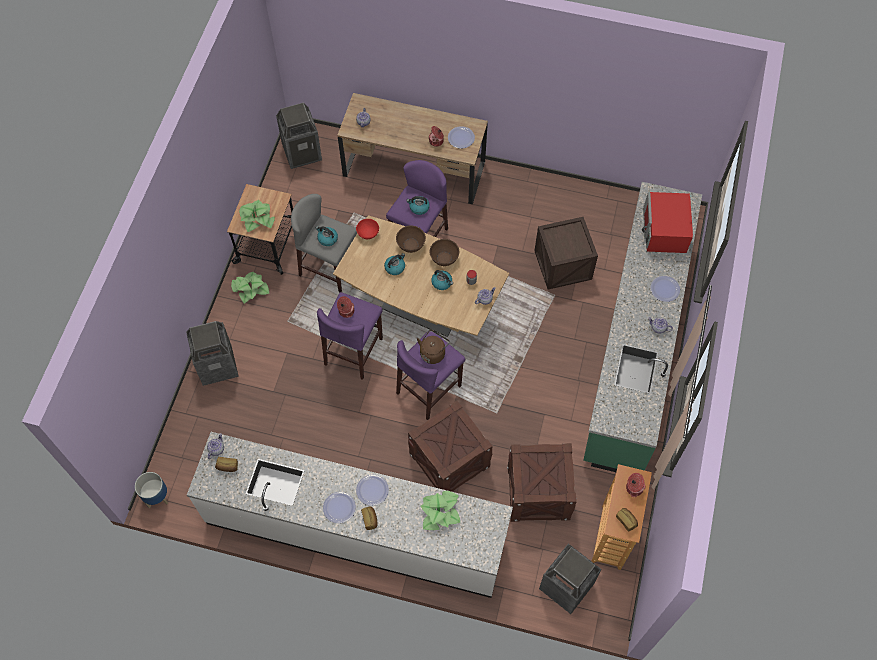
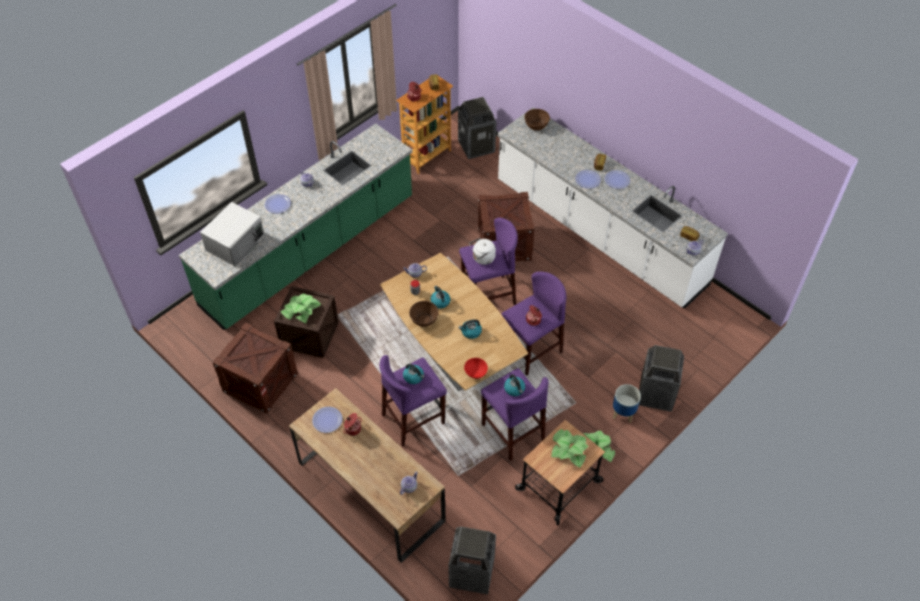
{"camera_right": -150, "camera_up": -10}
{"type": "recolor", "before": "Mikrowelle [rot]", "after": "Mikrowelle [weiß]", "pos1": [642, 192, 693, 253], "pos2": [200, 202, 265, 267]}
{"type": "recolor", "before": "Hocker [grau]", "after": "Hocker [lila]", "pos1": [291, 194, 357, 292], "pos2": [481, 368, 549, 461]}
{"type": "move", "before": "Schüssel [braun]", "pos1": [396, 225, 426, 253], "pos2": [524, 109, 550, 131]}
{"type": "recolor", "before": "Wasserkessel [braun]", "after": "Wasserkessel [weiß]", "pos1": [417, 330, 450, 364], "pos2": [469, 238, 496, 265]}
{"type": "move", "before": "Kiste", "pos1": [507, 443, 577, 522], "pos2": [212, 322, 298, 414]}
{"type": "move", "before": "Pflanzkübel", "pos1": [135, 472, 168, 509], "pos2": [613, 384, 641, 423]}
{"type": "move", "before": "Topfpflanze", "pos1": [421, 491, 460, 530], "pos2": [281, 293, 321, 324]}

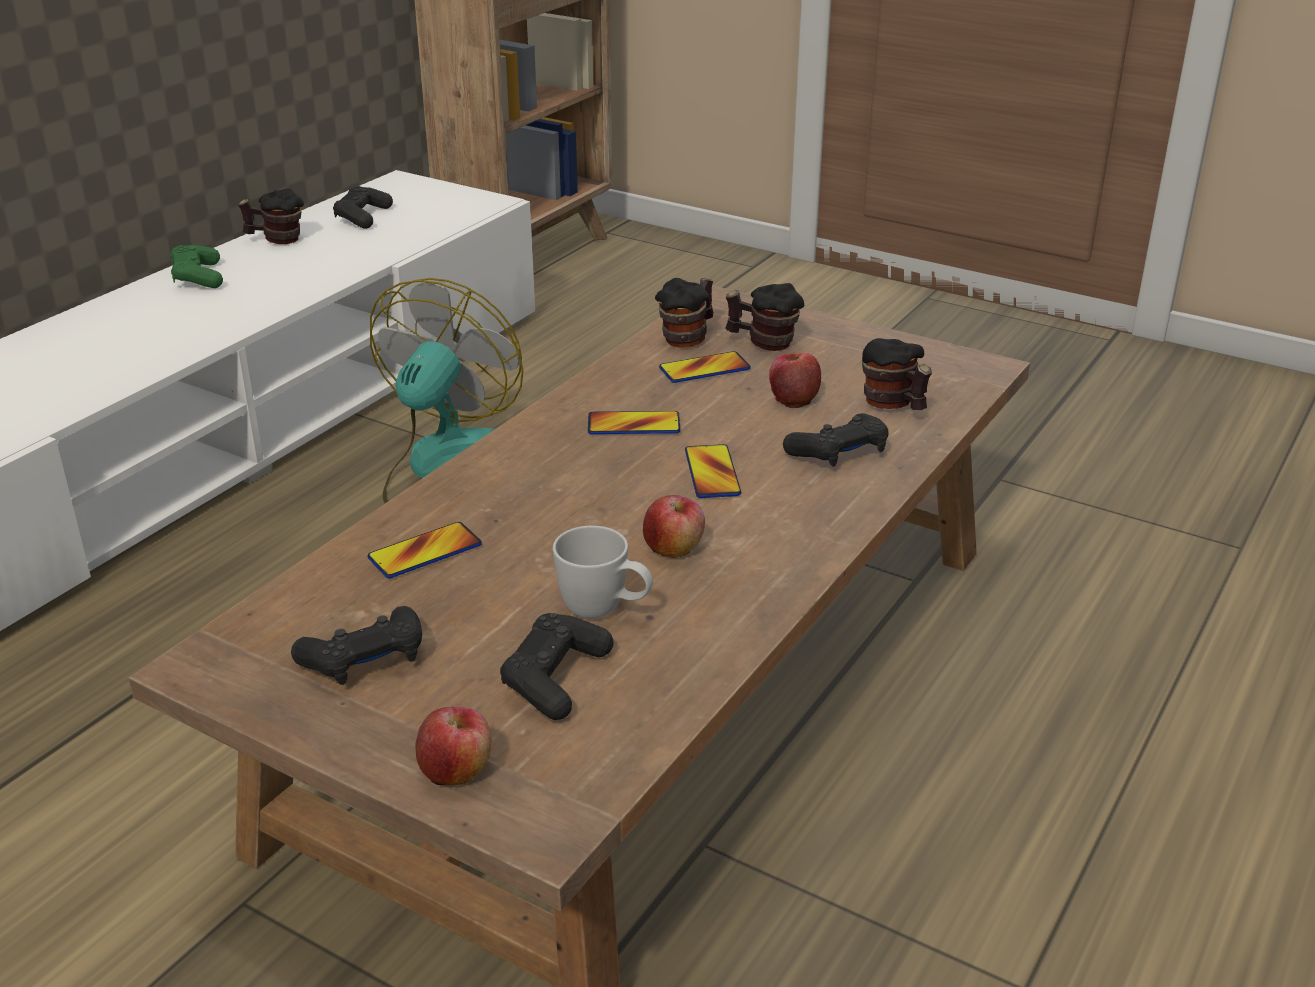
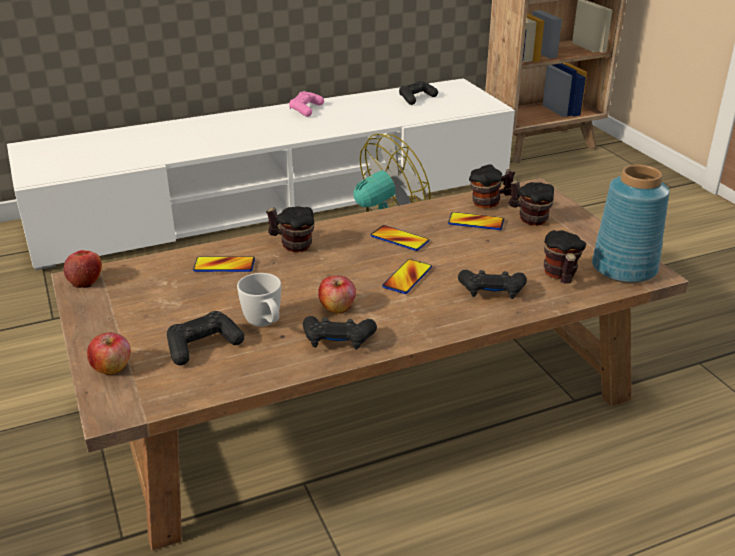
{"camera_right": 35, "camera_up": 0}
{"type": "move", "before": "Henkelbecher", "pos1": [238, 188, 304, 244], "pos2": [266, 206, 314, 252]}
{"type": "recolor", "before": "Gamepad [grün]", "after": "Gamepad [rosa]", "pos1": [170, 245, 223, 288], "pos2": [289, 91, 324, 117]}
{"type": "move", "before": "Apfel", "pos1": [769, 353, 821, 408], "pos2": [64, 250, 102, 288]}
{"type": "move", "before": "Gamepad [schwarz]", "pos1": [291, 606, 422, 685], "pos2": [303, 316, 377, 350]}
{"type": "insert", "after": "Vase [blau]", "pos2": [592, 165, 670, 283]}

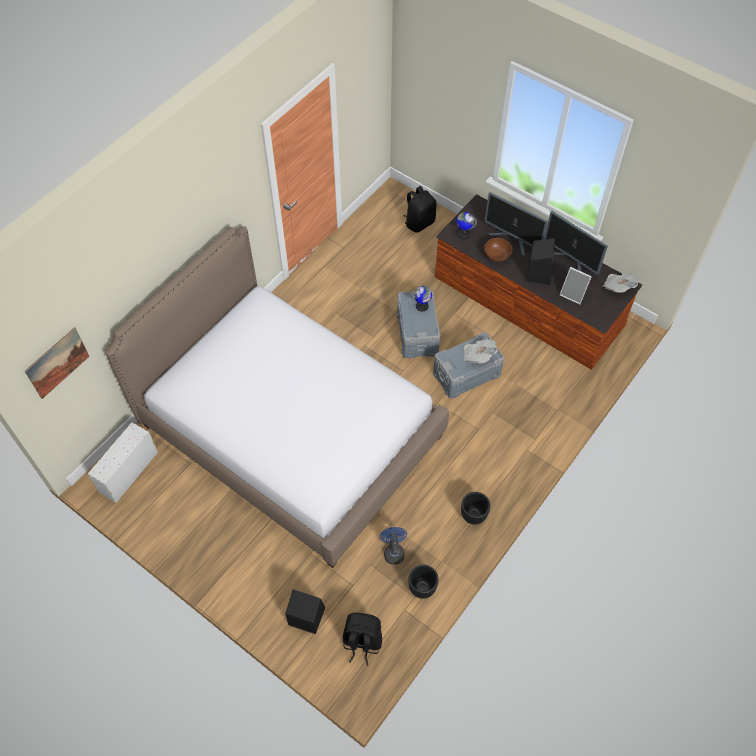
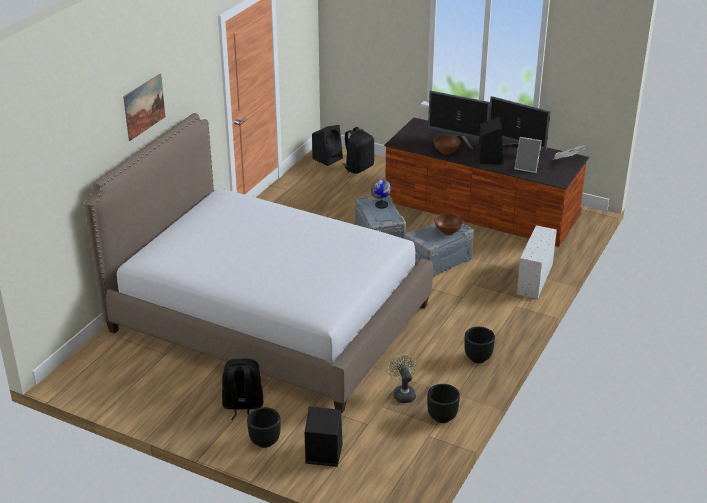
{"camera_right": -10, "camera_up": -25}
{"type": "delete", "before": "Globus", "pos1": [456, 212, 477, 239]}
{"type": "move", "before": "Bild", "pos1": [25, 327, 89, 399], "pos2": [123, 74, 166, 141]}
{"type": "replace", "before": "Zeitung", "after": "Schüssel [braun]", "pos1": [464, 339, 497, 364], "pos2": [434, 213, 463, 235]}
{"type": "move", "before": "Aufbewahrungsbox [weiß]", "pos1": [88, 422, 158, 503], "pos2": [517, 225, 557, 299]}
{"type": "recolor", "before": "Ventilator [blau]", "after": "Ventilator [beige]", "pos1": [380, 527, 407, 564], "pos2": [388, 354, 416, 403]}
{"type": "move", "before": "Rucksack [schwarz]", "pos1": [343, 613, 382, 665], "pos2": [222, 359, 263, 420]}
{"type": "insert", "after": "Lautsprecher [schwarz]", "pos2": [312, 125, 343, 166]}
{"type": "insert", "after": "Pflanzkübel [schwarz]", "pos2": [247, 407, 281, 448]}

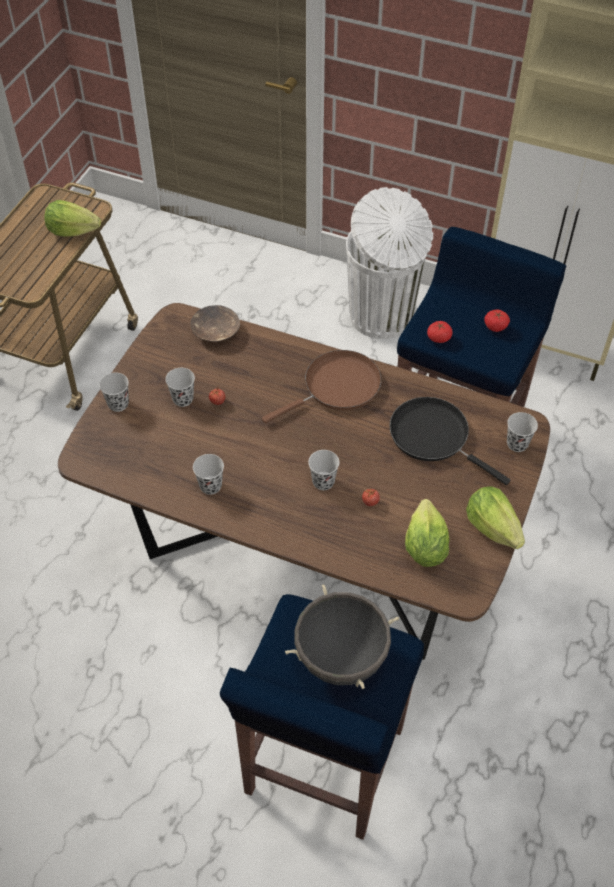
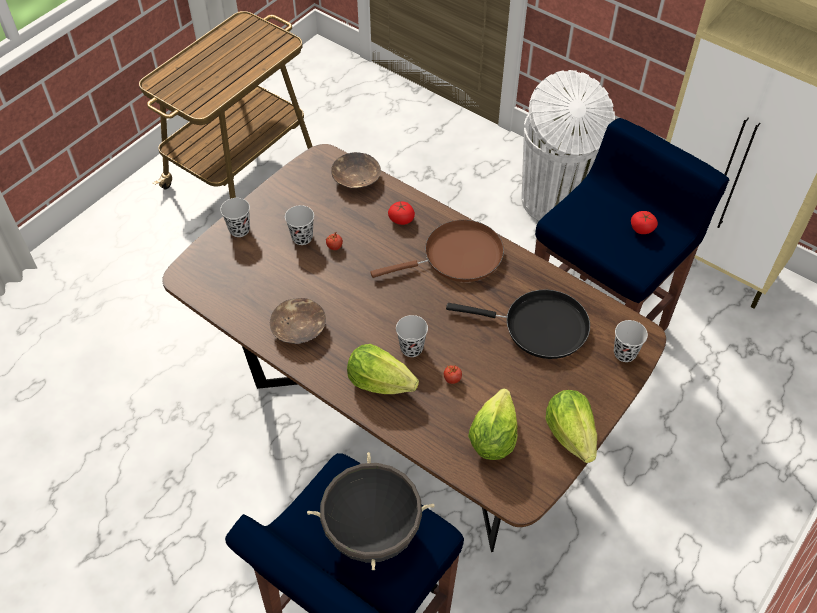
{"camera_right": 15, "camera_up": 0}
{"type": "move", "before": "Salatkopf", "pos1": [45, 200, 101, 237], "pos2": [347, 344, 419, 394]}
{"type": "move", "before": "Tomate", "pos1": [427, 321, 453, 343], "pos2": [388, 201, 415, 225]}
{"type": "rotate", "before": "Pfanne [schwarz]", "pos1": [390, 397, 510, 485], "pos2": [446, 289, 590, 359], "turn": 135}
{"type": "replace", "before": "Tasse [schwarz]", "after": "Schüssel [braun]", "pos1": [193, 454, 224, 495], "pos2": [270, 298, 326, 344]}

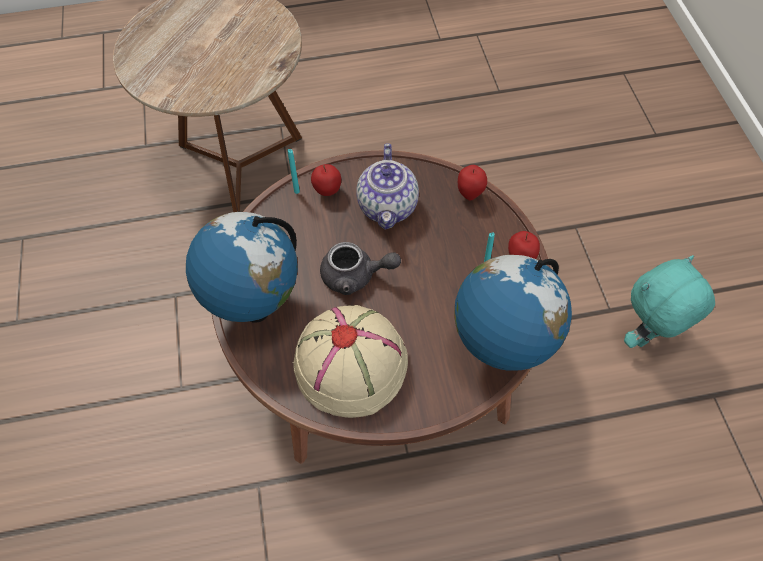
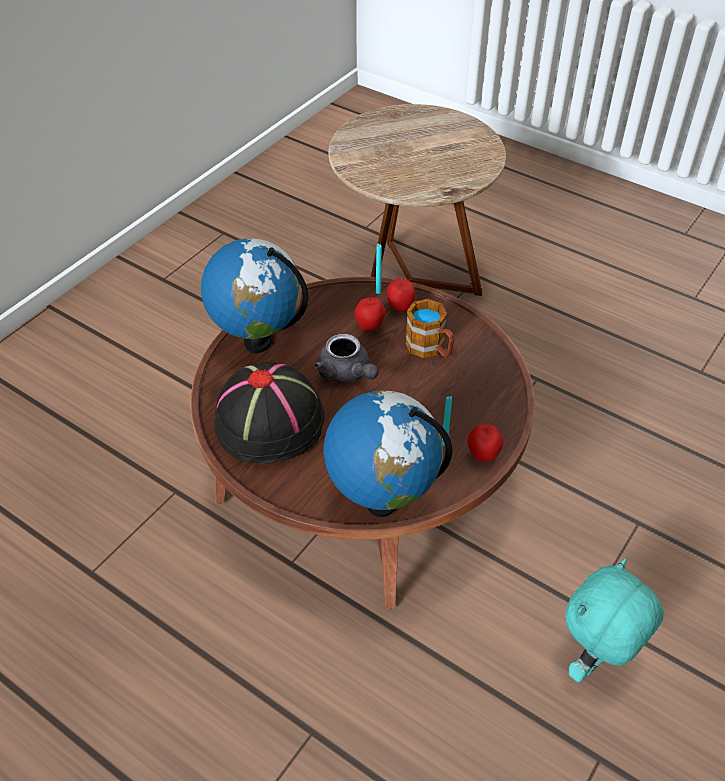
{"camera_right": 45, "camera_up": -10}
{"type": "replace", "before": "Teekanne", "after": "Henkelbecher", "pos1": [356, 143, 419, 230], "pos2": [405, 299, 454, 358]}
{"type": "move", "before": "Apfel", "pos1": [458, 165, 487, 201], "pos2": [355, 297, 386, 331]}
{"type": "rotate", "before": "Plüschtier [türkis]", "pos1": [624, 255, 715, 348], "pos2": [565, 559, 664, 683], "turn": -60}
{"type": "recolor", "before": "Hut [beige]", "after": "Hut [schwarz]", "pos1": [293, 305, 408, 418], "pos2": [214, 362, 325, 464]}

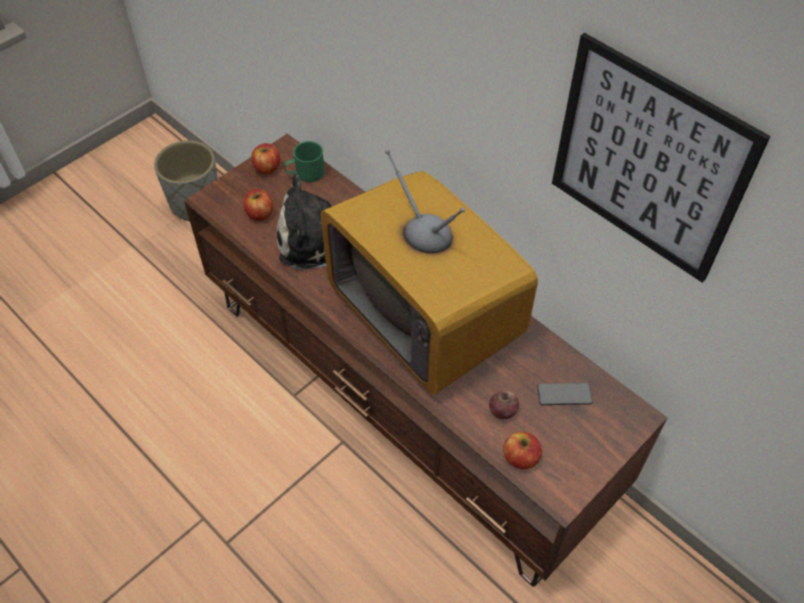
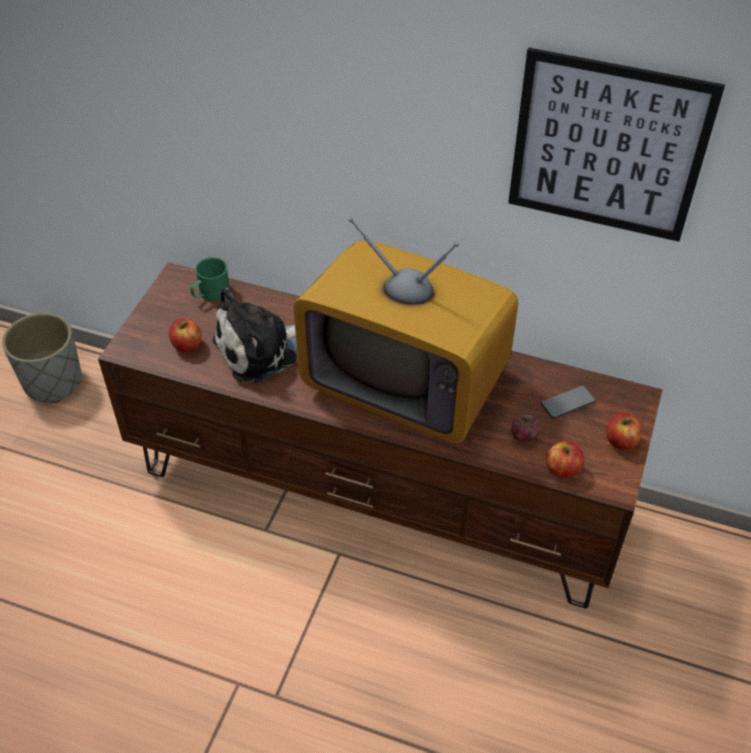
{"camera_right": -25, "camera_up": -5}
{"type": "move", "before": "Apfel", "pos1": [251, 143, 280, 174], "pos2": [606, 412, 642, 450]}

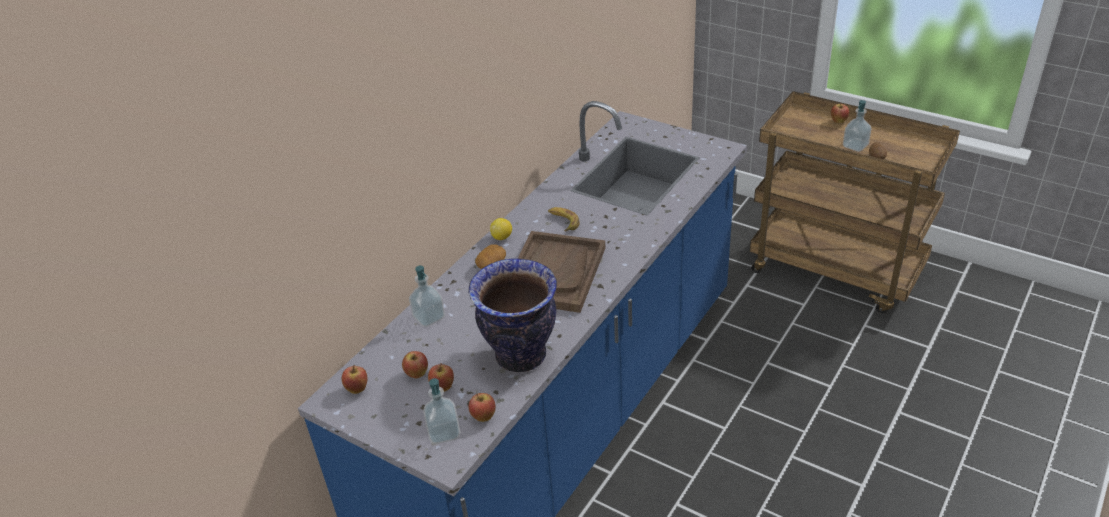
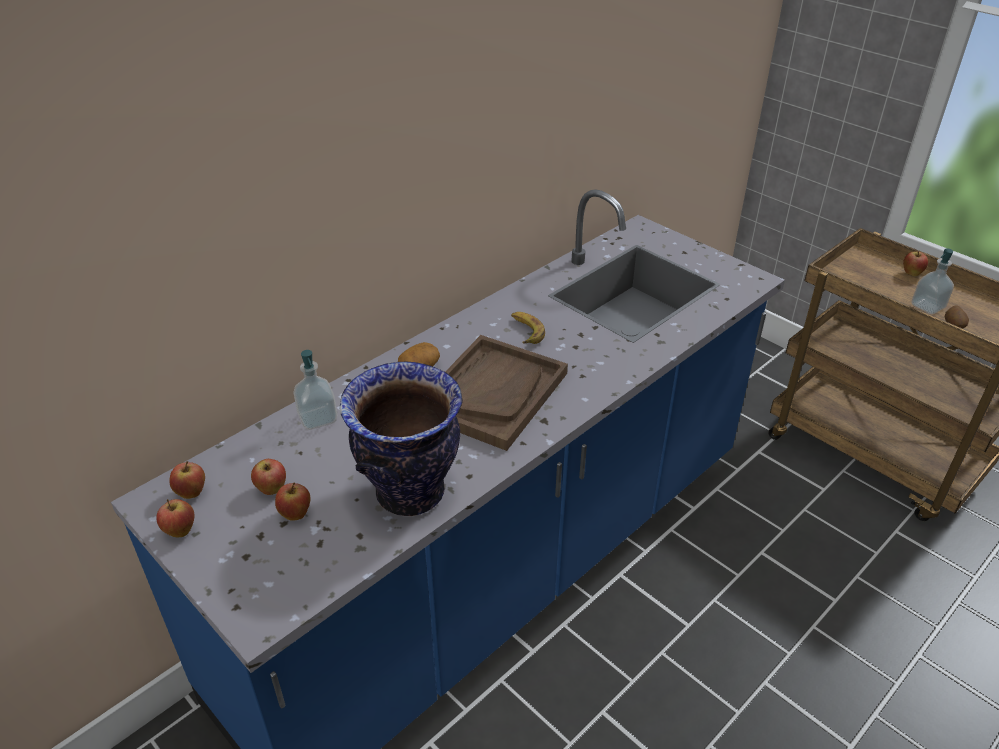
{"camera_right": 10, "camera_up": 0}
{"type": "delete", "before": "Zitrone", "pos1": [490, 218, 512, 240]}
{"type": "delete", "before": "Seifenspender", "pos1": [423, 378, 460, 444]}
{"type": "move", "before": "Apfel", "pos1": [469, 393, 496, 422], "pos2": [156, 499, 194, 537]}

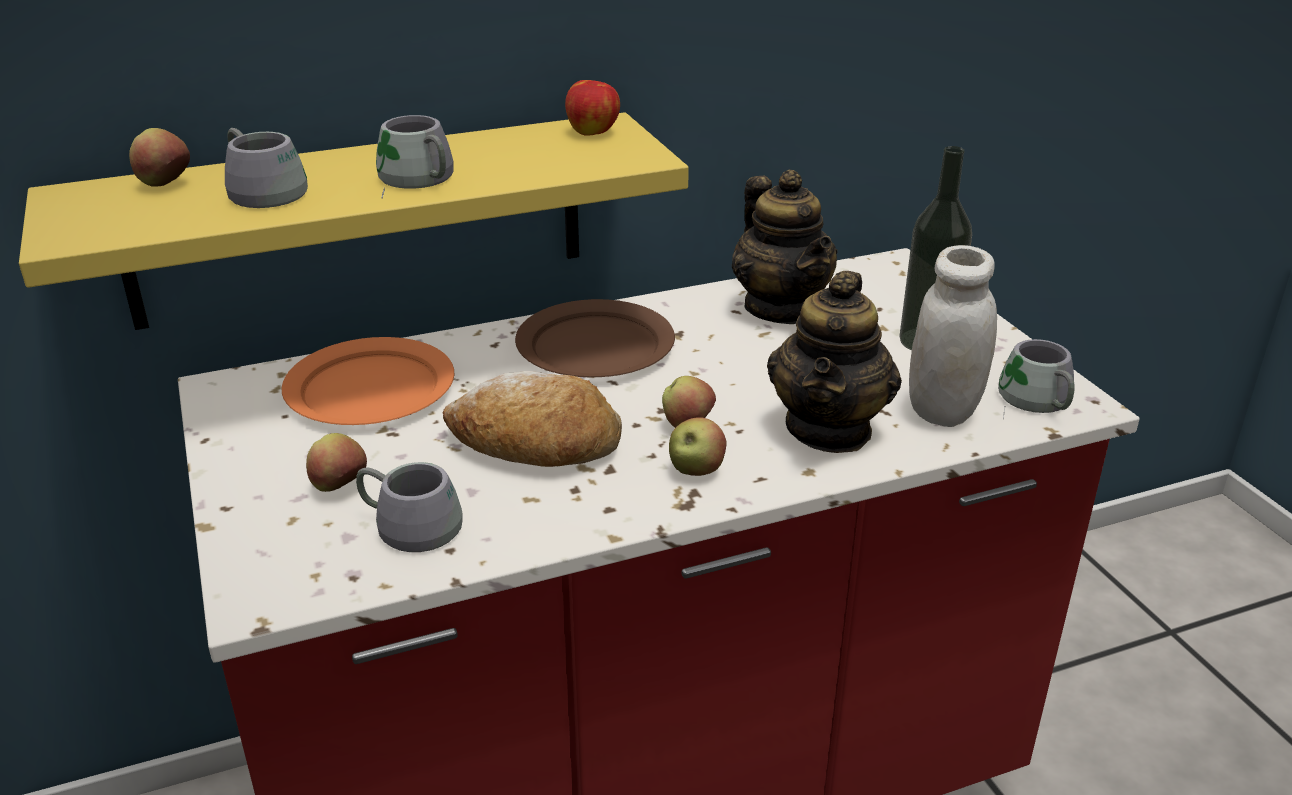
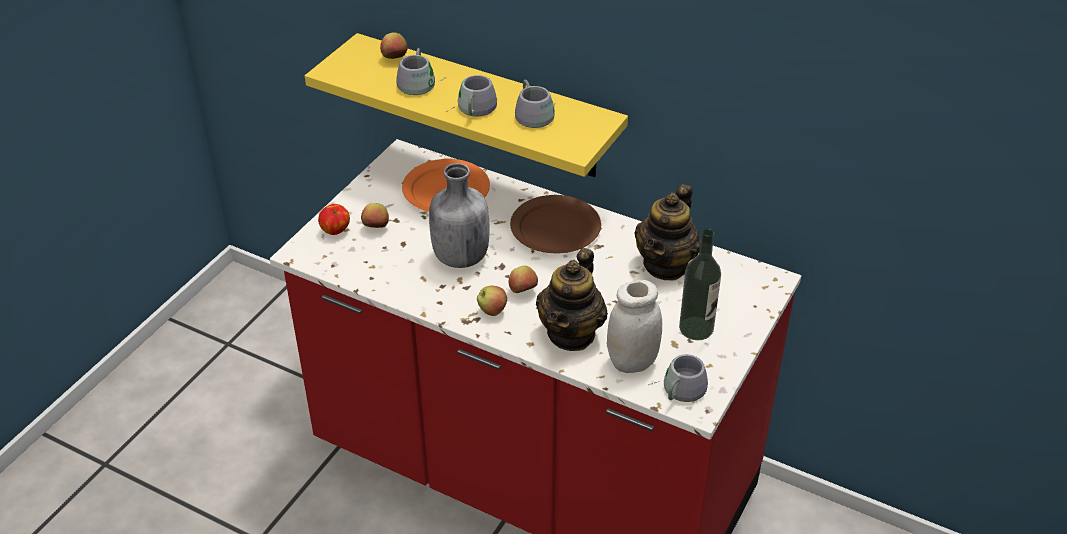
{"camera_right": 50, "camera_up": 10}
{"type": "move", "before": "Apfel", "pos1": [565, 80, 620, 136], "pos2": [318, 204, 350, 235]}
{"type": "rotate", "before": "Teekanne", "pos1": [767, 271, 902, 453], "pos2": [536, 248, 608, 351], "turn": -45}
{"type": "replace", "before": "Brot", "after": "Flasche [grau]", "pos1": [442, 371, 622, 467], "pos2": [429, 163, 489, 268]}
{"type": "move", "before": "Henkelbecher [grau]", "pos1": [356, 462, 463, 552], "pos2": [515, 80, 556, 128]}

